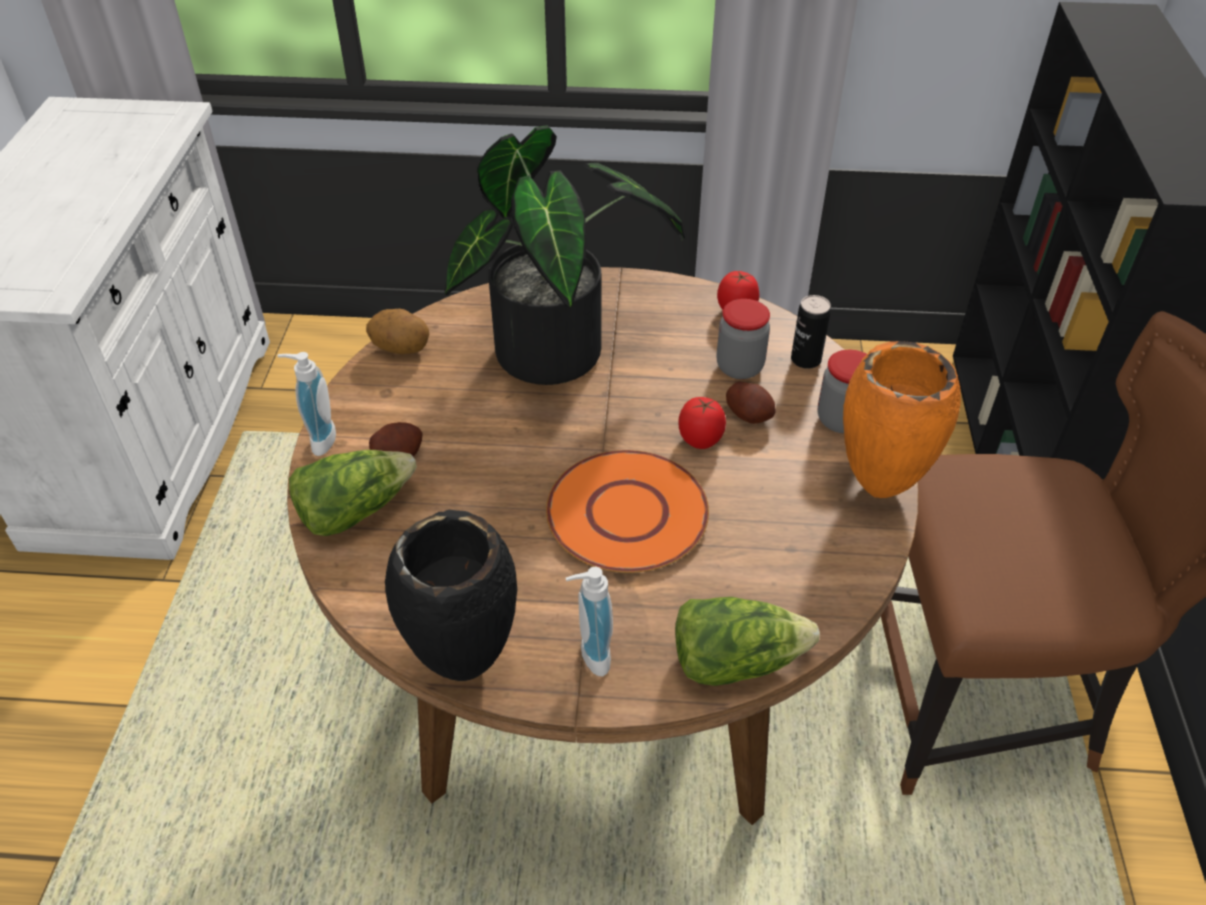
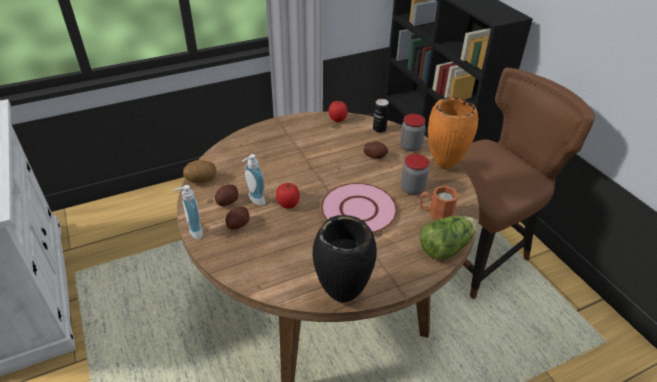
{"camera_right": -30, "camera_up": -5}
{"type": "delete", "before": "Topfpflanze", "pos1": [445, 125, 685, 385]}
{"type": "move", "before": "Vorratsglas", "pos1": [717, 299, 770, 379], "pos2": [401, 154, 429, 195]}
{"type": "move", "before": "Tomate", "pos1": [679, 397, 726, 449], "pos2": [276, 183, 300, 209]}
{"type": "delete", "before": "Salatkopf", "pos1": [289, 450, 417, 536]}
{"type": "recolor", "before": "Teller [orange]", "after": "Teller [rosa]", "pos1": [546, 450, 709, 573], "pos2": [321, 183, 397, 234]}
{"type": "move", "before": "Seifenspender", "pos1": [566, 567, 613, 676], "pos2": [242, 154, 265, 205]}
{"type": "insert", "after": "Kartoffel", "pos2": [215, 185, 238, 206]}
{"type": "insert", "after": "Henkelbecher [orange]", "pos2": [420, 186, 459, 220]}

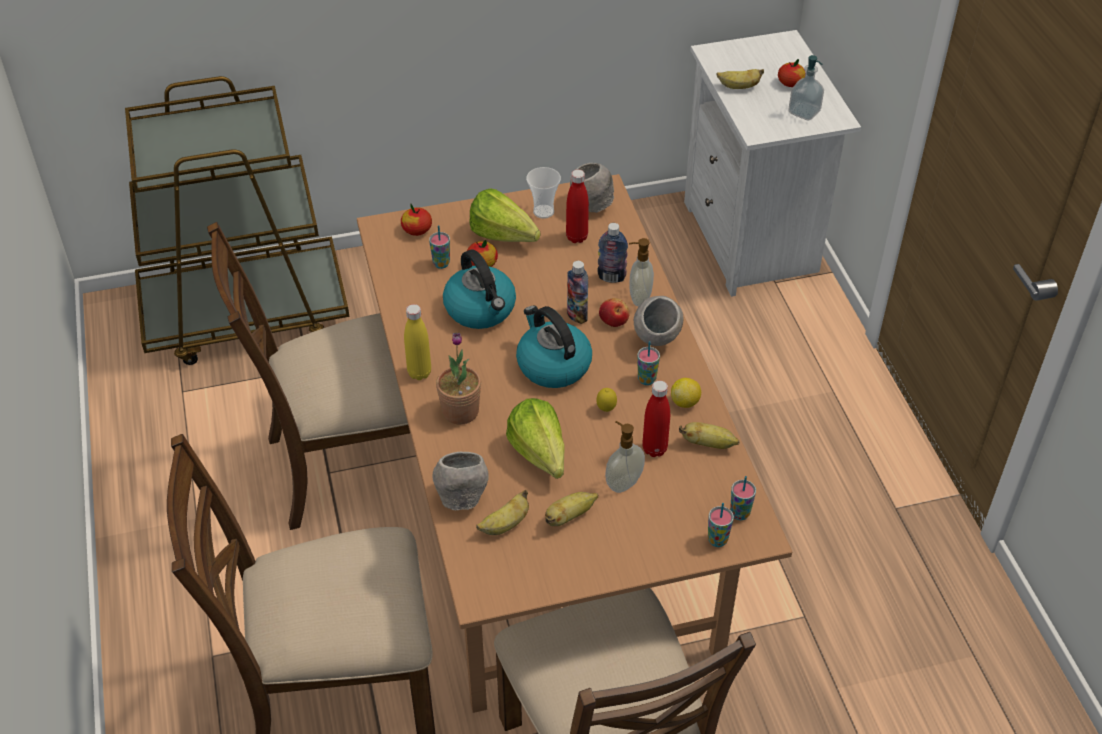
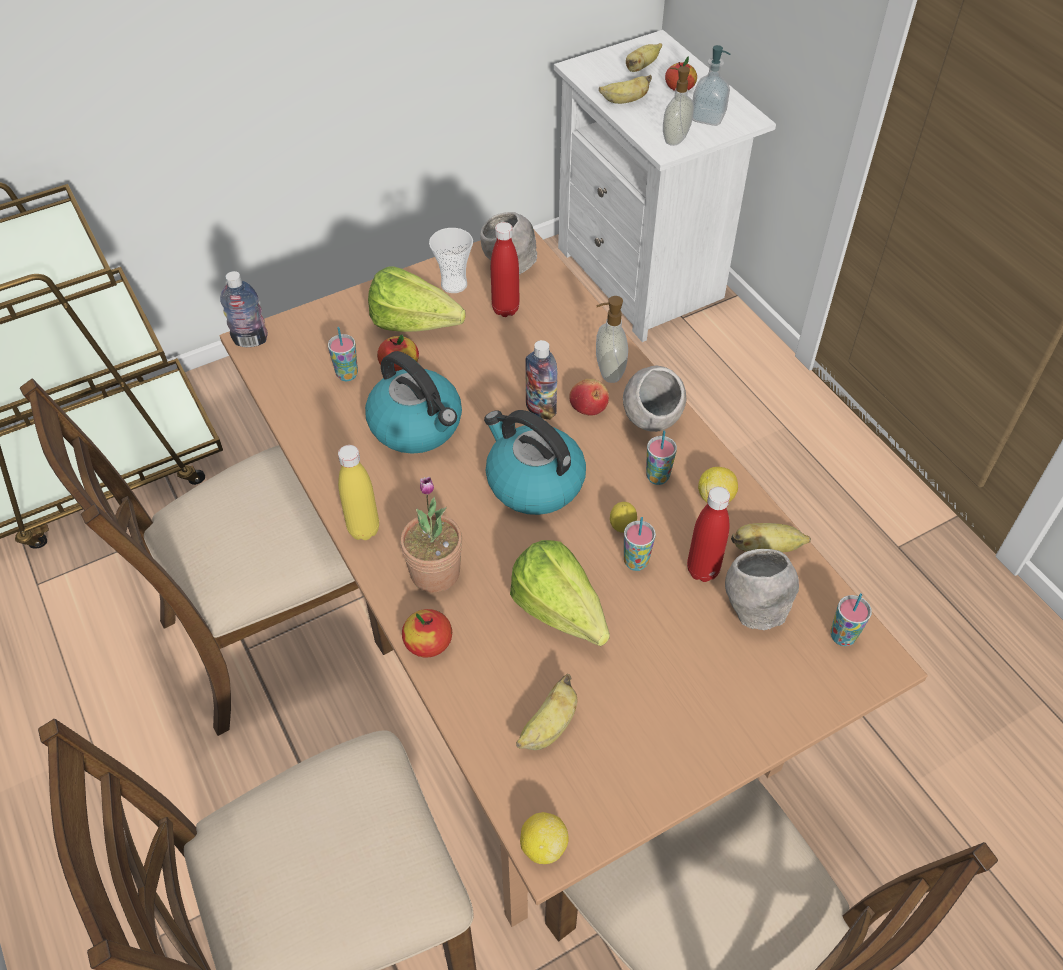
{"camera_right": -15, "camera_up": 5}
{"type": "move", "before": "Apfel", "pos1": [401, 204, 432, 236], "pos2": [402, 609, 452, 658]}
{"type": "move", "before": "Flasche", "pos1": [597, 223, 628, 283], "pos2": [220, 271, 268, 347]}
{"type": "move", "before": "Seifenspender", "pos1": [605, 421, 645, 493], "pos2": [663, 66, 694, 146]}
{"type": "move", "before": "Schüssel [grau]", "pos1": [432, 452, 489, 510], "pos2": [725, 549, 799, 631]}
{"type": "move", "before": "Banane", "pos1": [545, 492, 598, 526], "pos2": [626, 43, 662, 72]}
{"type": "move", "before": "Tasse", "pos1": [708, 503, 734, 547], "pos2": [624, 517, 656, 571]}
{"type": "insert", "after": "Zitrone", "pos2": [520, 812, 569, 864]}

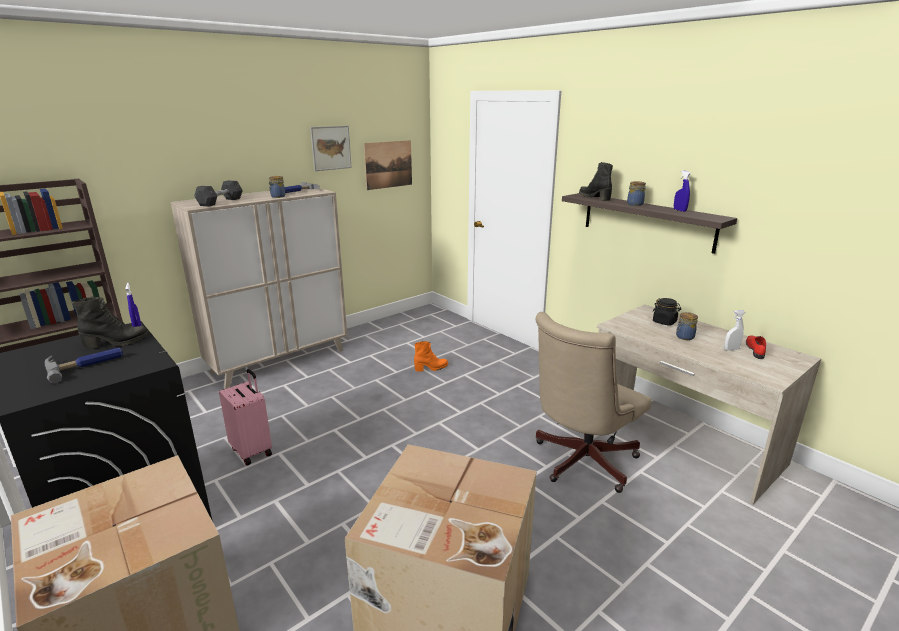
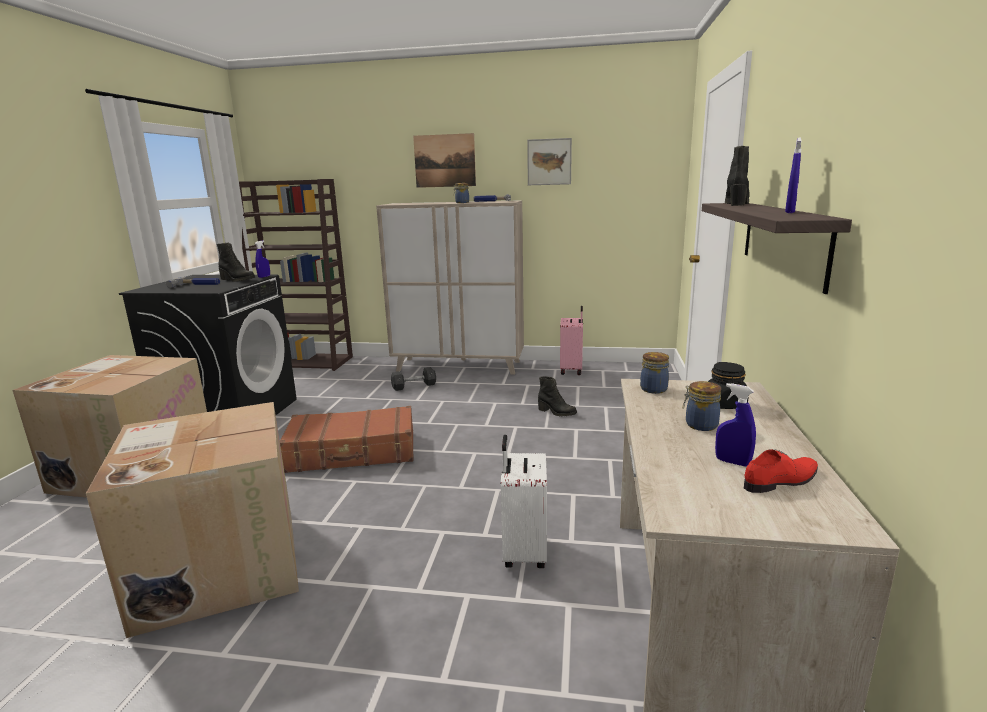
{"camera_right": 50, "camera_up": -5}
{"type": "move", "before": "Bild", "pos1": [364, 140, 412, 190], "pos2": [413, 133, 476, 188]}
{"type": "move", "before": "Hantel [grau]", "pos1": [194, 180, 243, 207], "pos2": [391, 367, 436, 391]}
{"type": "move", "before": "Vorratsglas", "pos1": [627, 181, 646, 206], "pos2": [640, 352, 669, 394]}
{"type": "recolor", "before": "Sprühflasche [weiß]", "after": "Sprühflasche [blau]", "pos1": [724, 310, 745, 351], "pos2": [715, 383, 756, 467]}
{"type": "replace", "before": "Bürostuhl [beige]", "after": "Koffer [weiß]", "pos1": [536, 312, 651, 493], "pos2": [501, 435, 547, 568]}
{"type": "recolor", "before": "Stiefel [orange]", "after": "Stiefel [schwarz]", "pos1": [414, 341, 448, 372], "pos2": [538, 376, 577, 416]}
{"type": "move", "before": "Koffer [rosa]", "pos1": [219, 369, 272, 466], "pos2": [560, 306, 583, 375]}
{"type": "insert", "after": "Koffer [braun]", "pos2": [280, 406, 413, 473]}

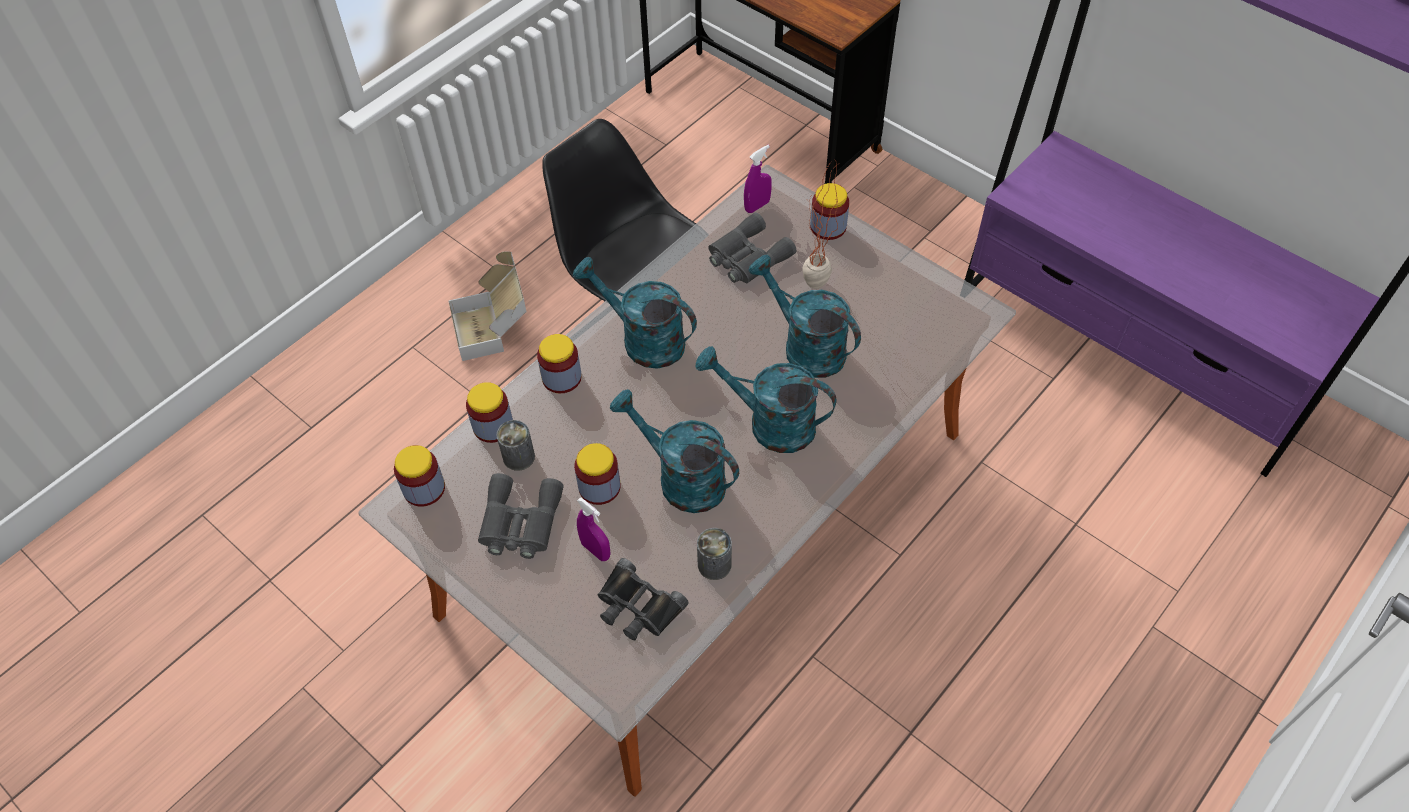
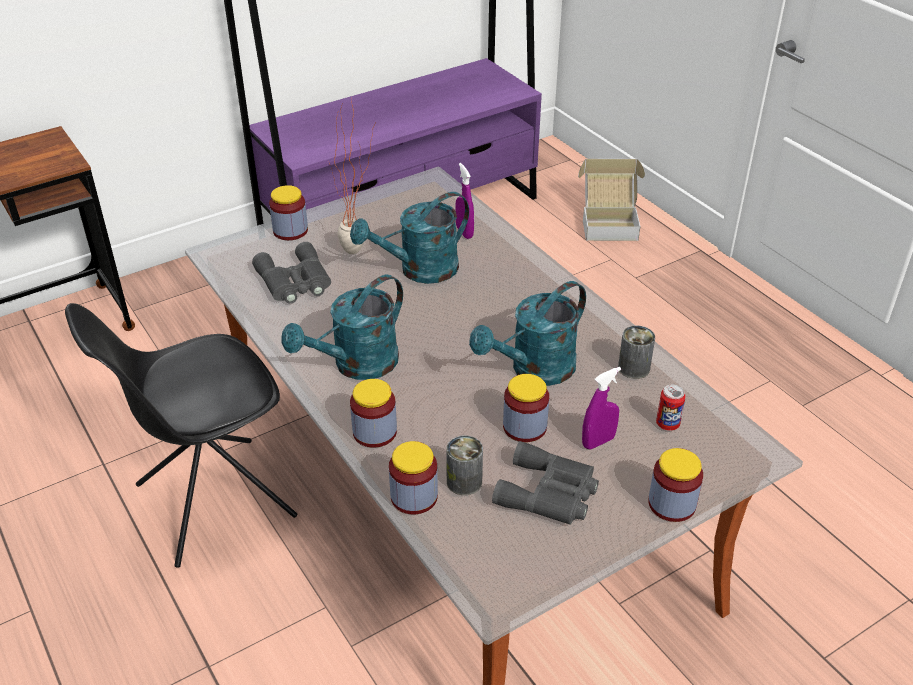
{"camera_right": -75, "camera_up": -15}
{"type": "move", "before": "Sprühflasche [lila]", "pos1": [744, 145, 772, 213], "pos2": [455, 163, 474, 239]}
{"type": "move", "before": "Karton", "pos1": [449, 251, 527, 361], "pos2": [578, 159, 645, 241]}
{"type": "delete", "before": "Gießkanne [türkis]", "pos1": [695, 346, 836, 453]}
{"type": "move", "before": "Vorratsglas", "pos1": [394, 445, 445, 507], "pos2": [648, 448, 703, 522]}
{"type": "replace", "before": "Fernglas [schwarz]", "after": "Dose", "pos1": [597, 558, 688, 640], "pos2": [656, 385, 686, 431]}

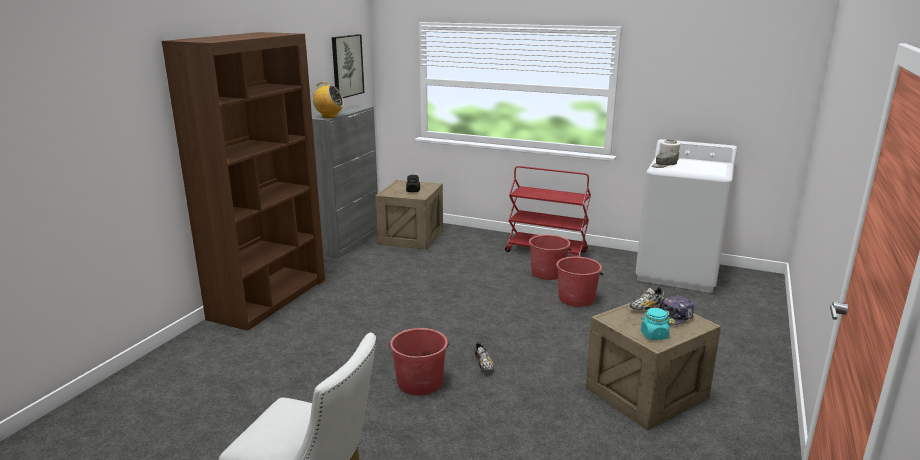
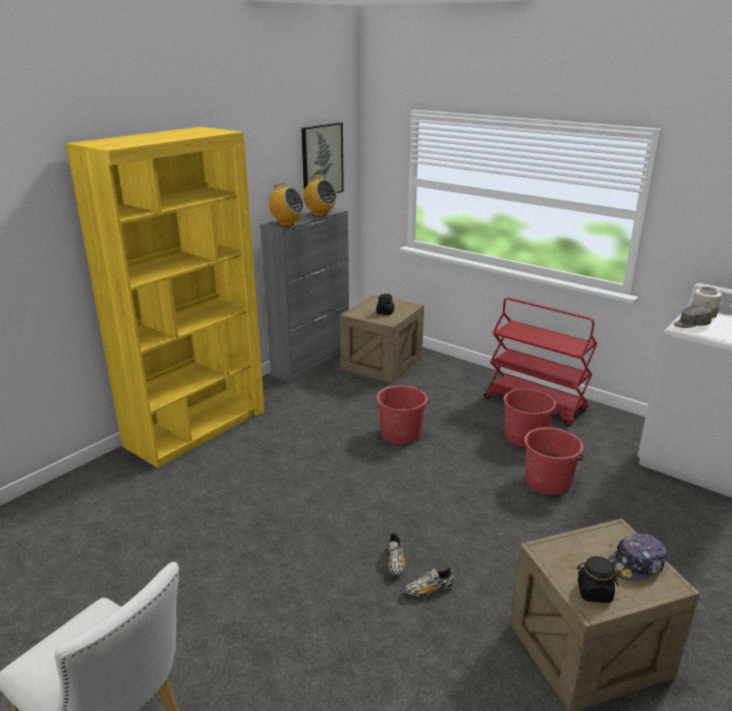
{"camera_right": 15, "camera_up": 5}
{"type": "recolor", "before": "Bücherregal [braun]", "after": "Bücherregal [gelb]", "pos1": [162, 32, 325, 331], "pos2": [66, 127, 265, 468]}
{"type": "move", "before": "Schuh", "pos1": [630, 287, 665, 310], "pos2": [403, 567, 455, 597]}
{"type": "recolor", "before": "Vorratsglas [türkis]", "after": "Vorratsglas [schwarz]", "pos1": [641, 308, 670, 340], "pos2": [577, 556, 619, 603]}
{"type": "move", "before": "Eimer [rot]", "pos1": [389, 328, 450, 396], "pos2": [376, 385, 430, 444]}
{"type": "insert", "after": "Radio", "pos2": [301, 175, 337, 216]}

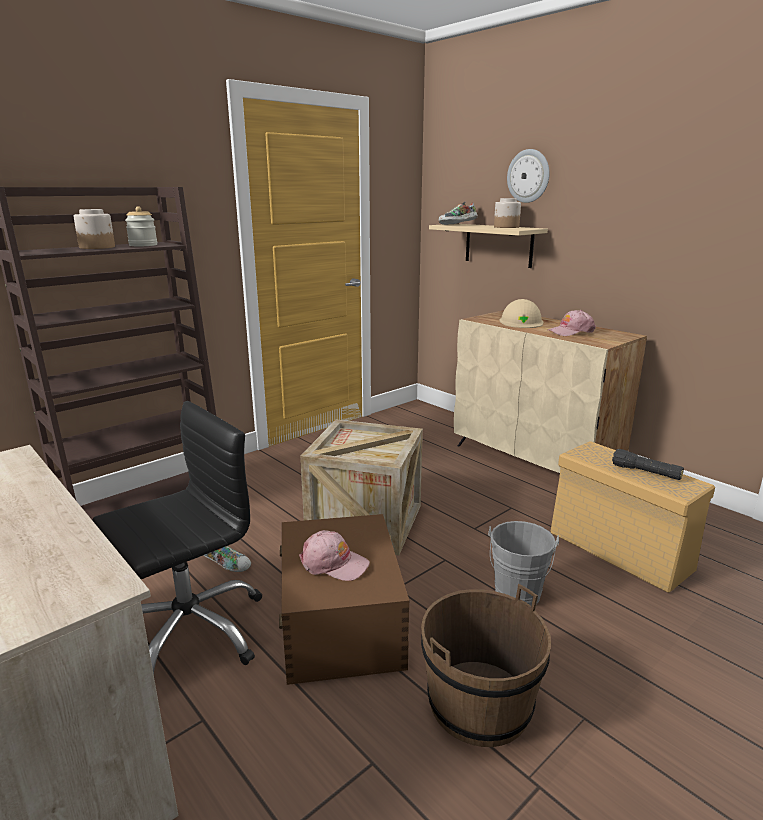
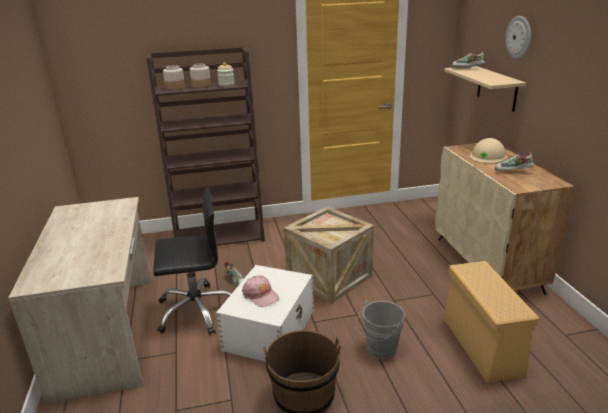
{"camera_right": 30, "camera_up": 5}
{"type": "move", "before": "Vorratsglas", "pos1": [494, 198, 521, 228], "pos2": [163, 65, 185, 90]}
{"type": "replace", "before": "Kappe [rosa]", "after": "Schuh", "pos1": [547, 310, 596, 336], "pos2": [494, 152, 534, 171]}
{"type": "delete", "before": "Taschenlampe [schwarz]", "pos1": [612, 449, 684, 480]}
{"type": "recolor", "before": "Aufbewahrungsbox [braun]", "after": "Aufbewahrungsbox [weiß]", "pos1": [279, 514, 409, 685], "pos2": [216, 265, 314, 362]}

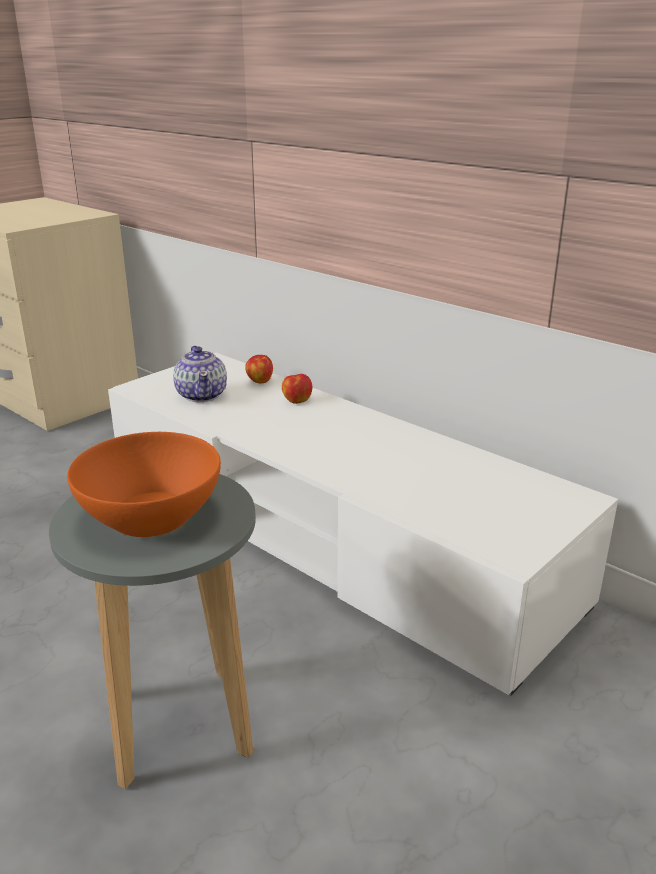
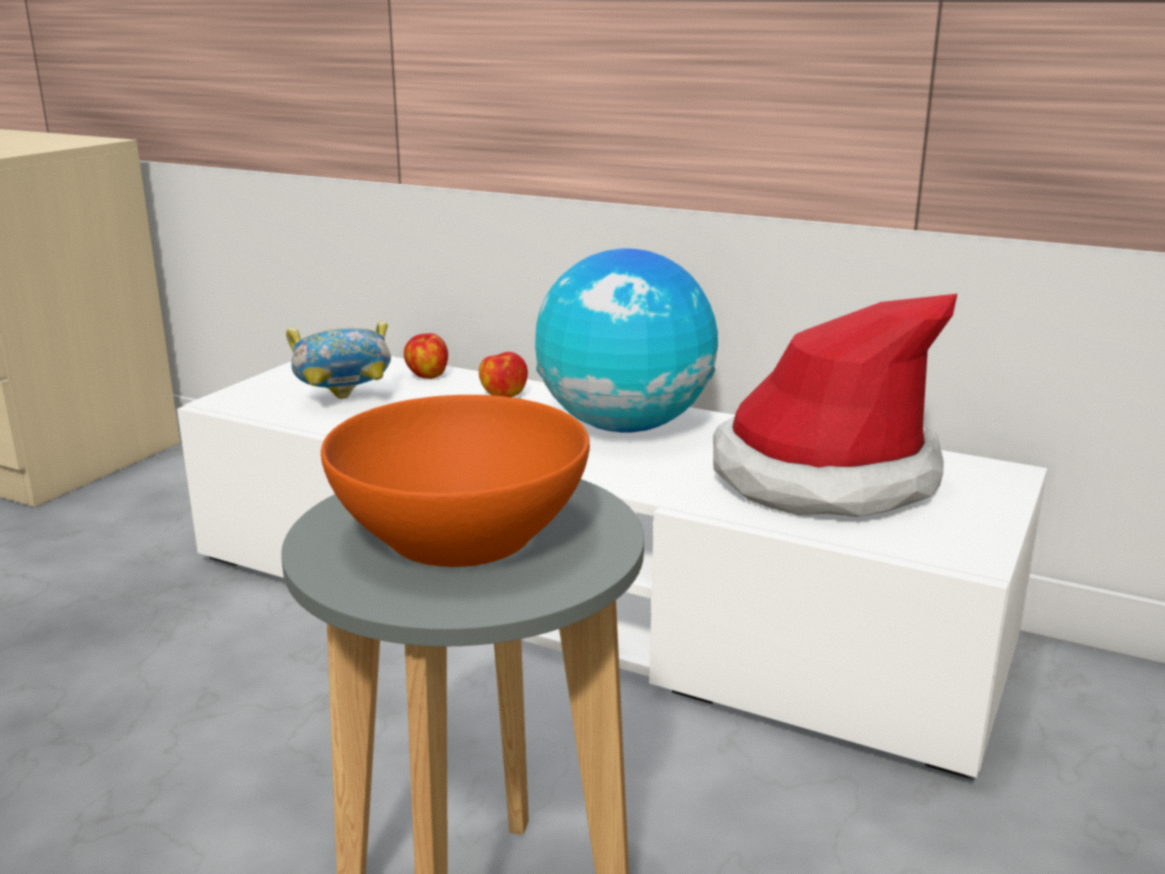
{"camera_right": -15, "camera_up": -5}
{"type": "replace", "before": "Teekanne", "after": "Schüssel", "pos1": [173, 346, 227, 402], "pos2": [286, 321, 391, 399]}
{"type": "insert", "after": "Globus", "pos2": [535, 248, 718, 433]}
{"type": "insert", "after": "Hut", "pos2": [713, 294, 957, 517]}

